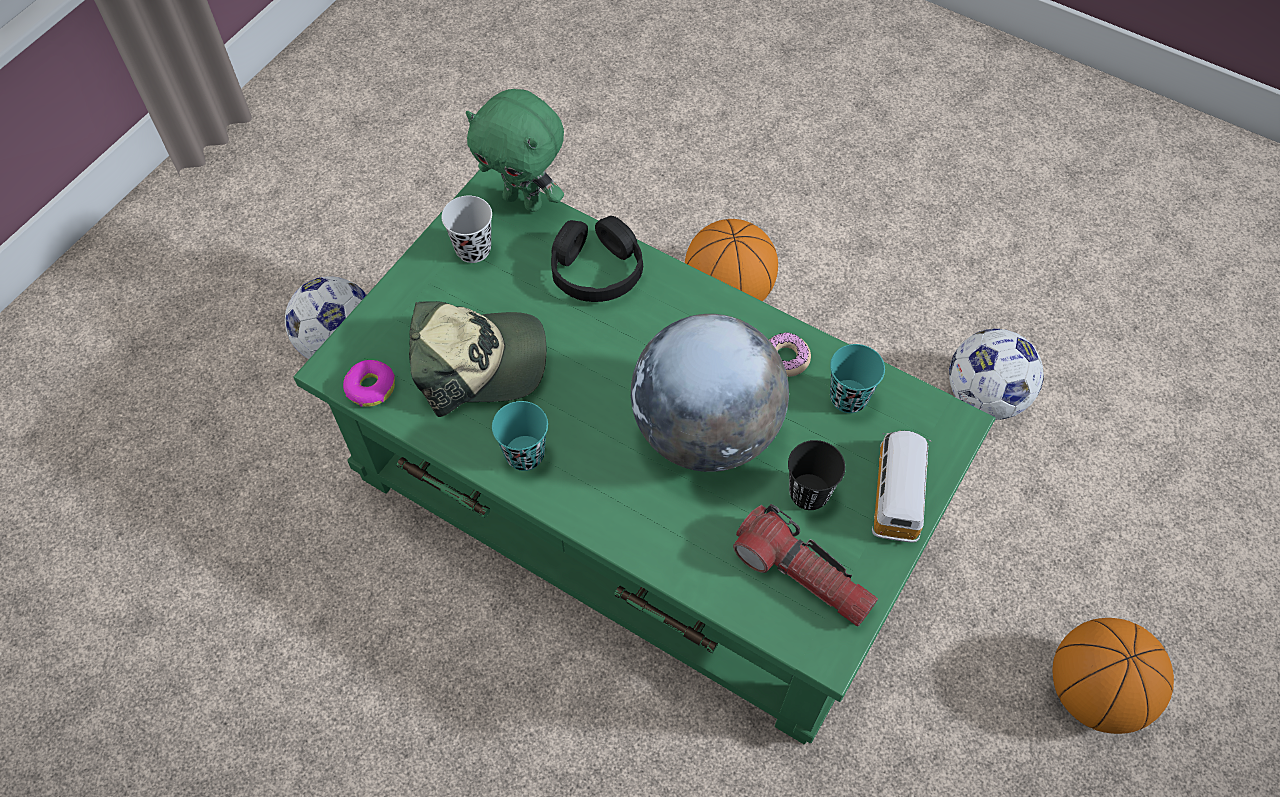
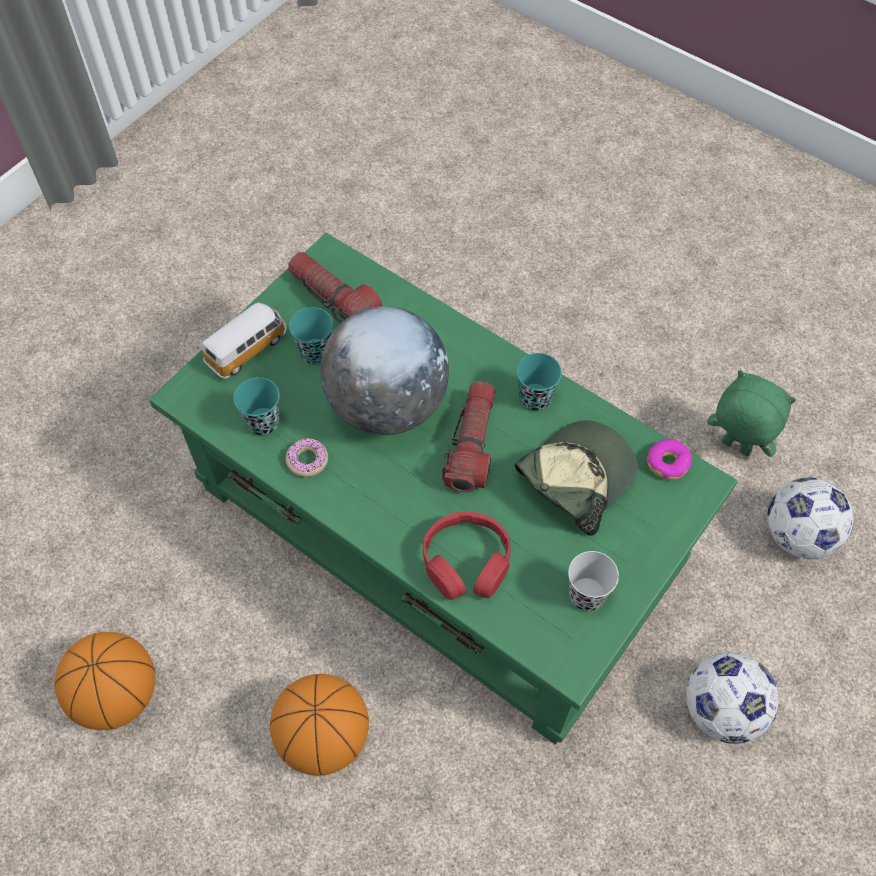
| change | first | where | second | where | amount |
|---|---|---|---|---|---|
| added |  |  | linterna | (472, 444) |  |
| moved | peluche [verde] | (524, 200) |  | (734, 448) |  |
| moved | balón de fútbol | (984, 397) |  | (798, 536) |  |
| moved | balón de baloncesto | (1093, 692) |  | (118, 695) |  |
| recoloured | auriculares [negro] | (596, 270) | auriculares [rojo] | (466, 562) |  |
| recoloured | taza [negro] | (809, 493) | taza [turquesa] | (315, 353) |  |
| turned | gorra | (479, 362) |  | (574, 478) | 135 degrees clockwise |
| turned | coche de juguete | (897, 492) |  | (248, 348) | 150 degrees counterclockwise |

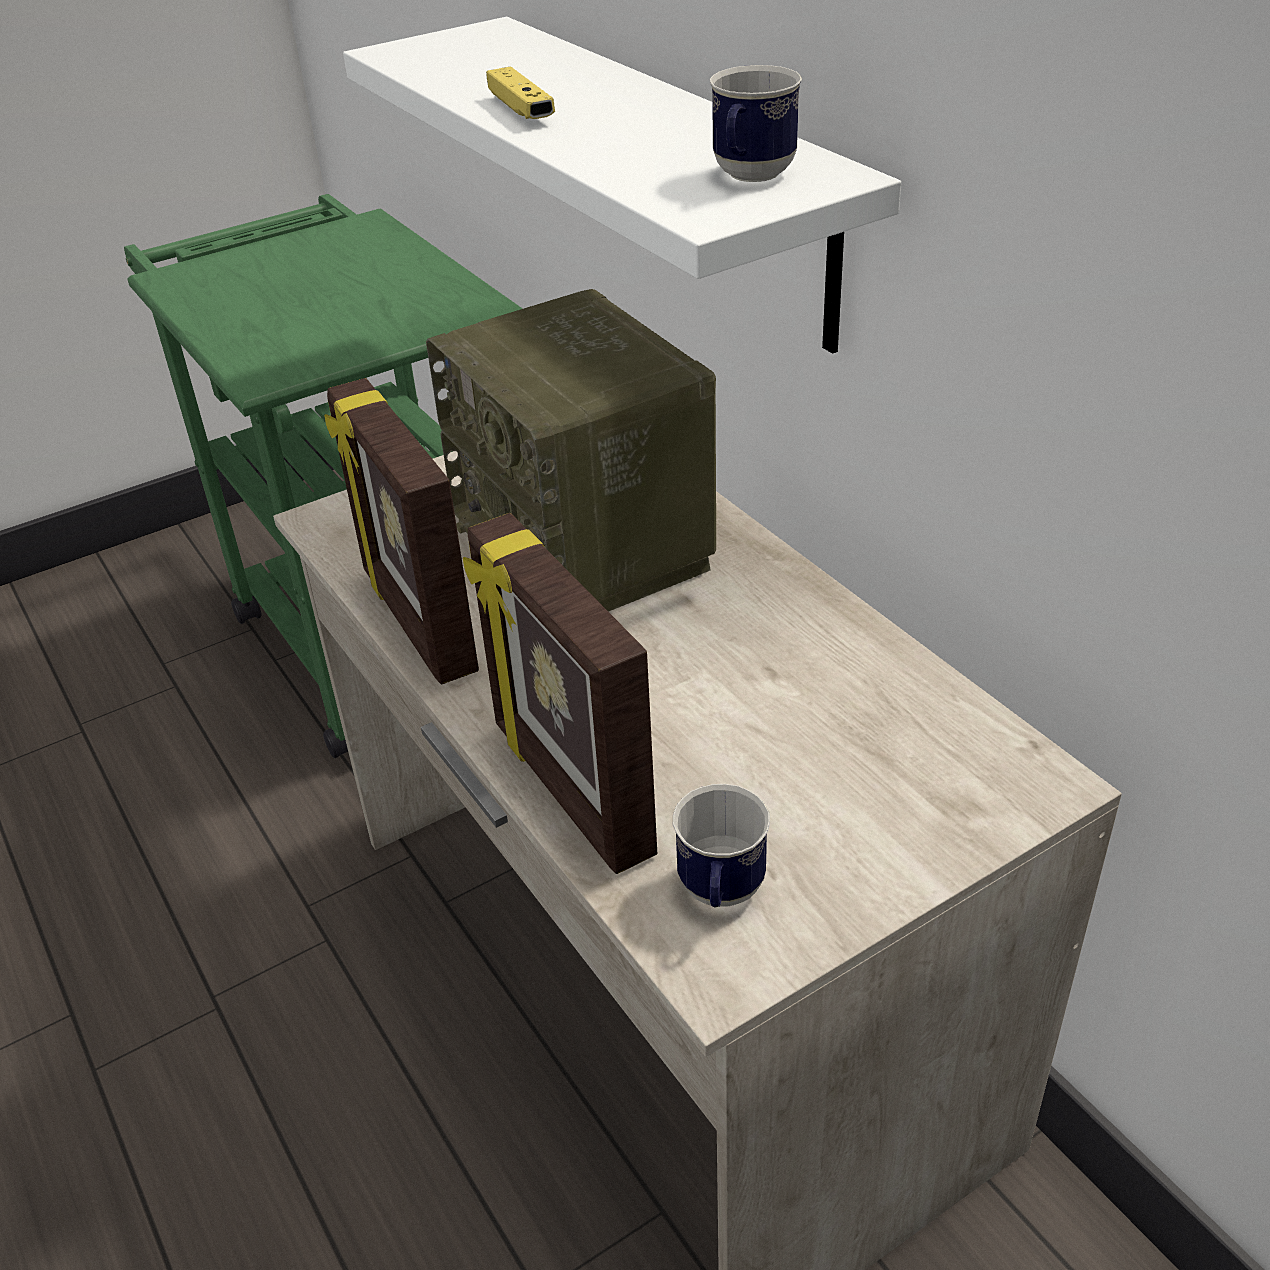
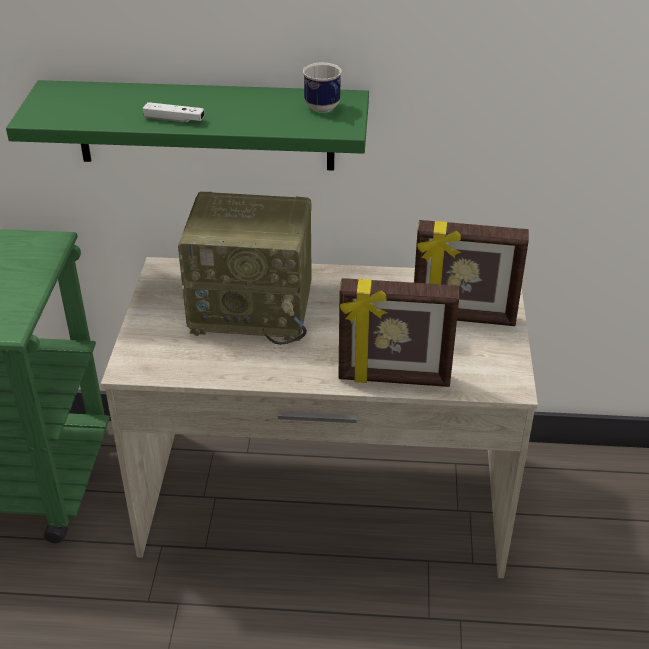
| change | first | where | second | where | amount |
|---|---|---|---|---|---|
| removed | taza grande | (720, 895) |  |  |  |
| moved | portarretratos | (416, 622) |  | (463, 318) |  |
| recoloured | estante [blanco] | (673, 175) | estante [verde] | (205, 125) |  |
| recoloured | mando de consola [amarillo] | (521, 109) | mando de consola [blanco] | (174, 119) |  |

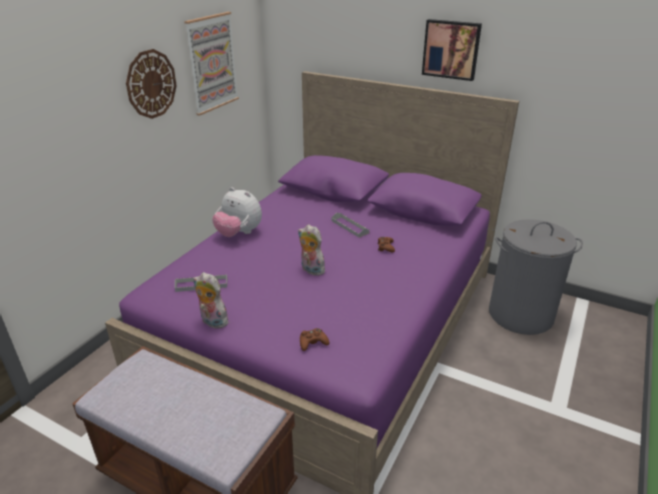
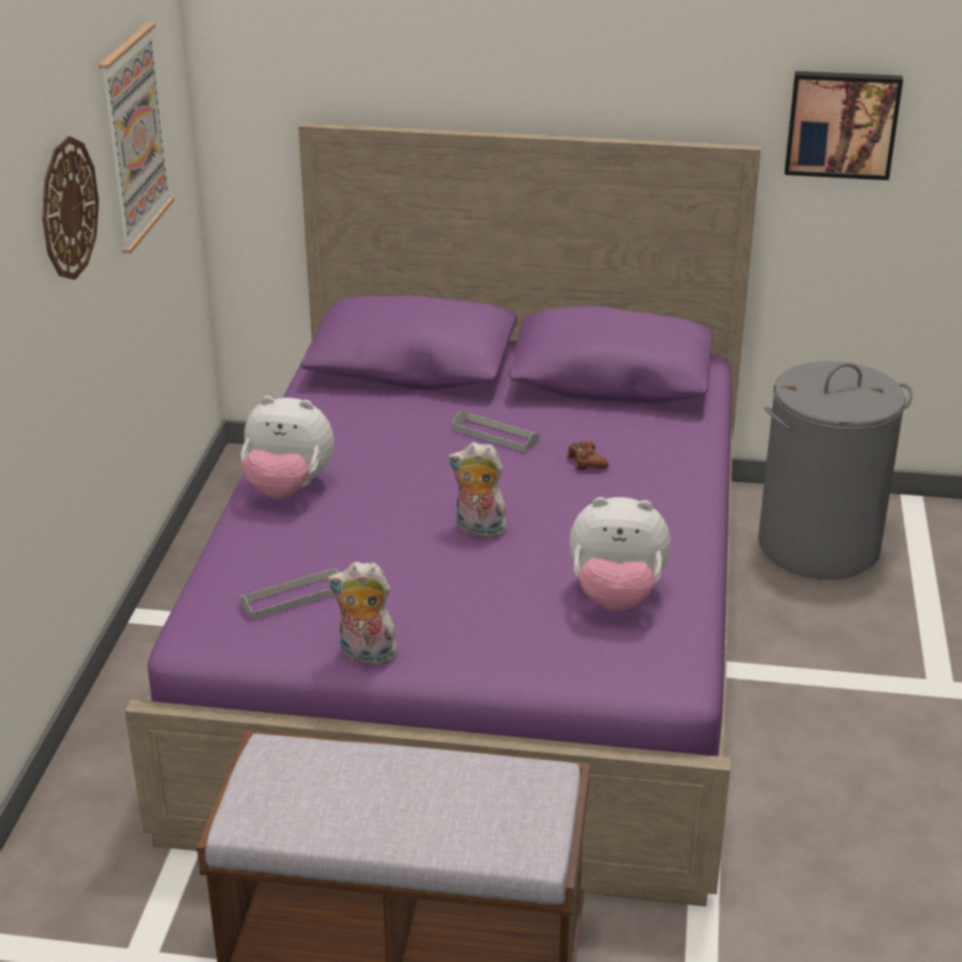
| change | first | where | second | where | amount |
|---|---|---|---|---|---|
| removed | mando de consola [marrón] | (313, 342) |  |  |  |
| added |  |  | peluche | (616, 597) |  |
| moved | cuadro | (451, 49) |  | (842, 124) |  |

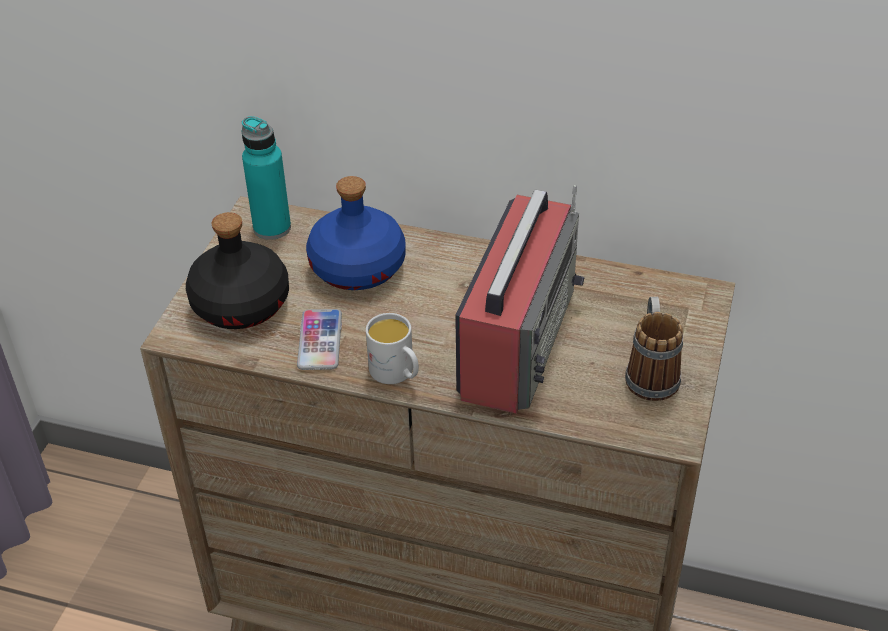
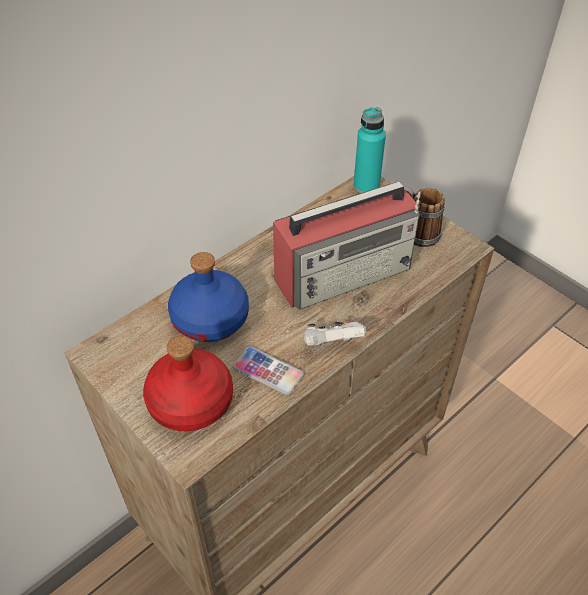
| change | first | where | second | where | amount |
|---|---|---|---|---|---|
| moved | botella [turquesa] | (272, 228) |  | (366, 186) |  |
| replaced | taza grande [blanco] | (397, 373) | mando de consola [blanco] | (331, 344) |  |
| recoloured | botella [negro] | (242, 304) | botella [rojo] | (192, 401) |  |
| turned | radio | (518, 340) |  | (345, 273) | 105 degrees clockwise |

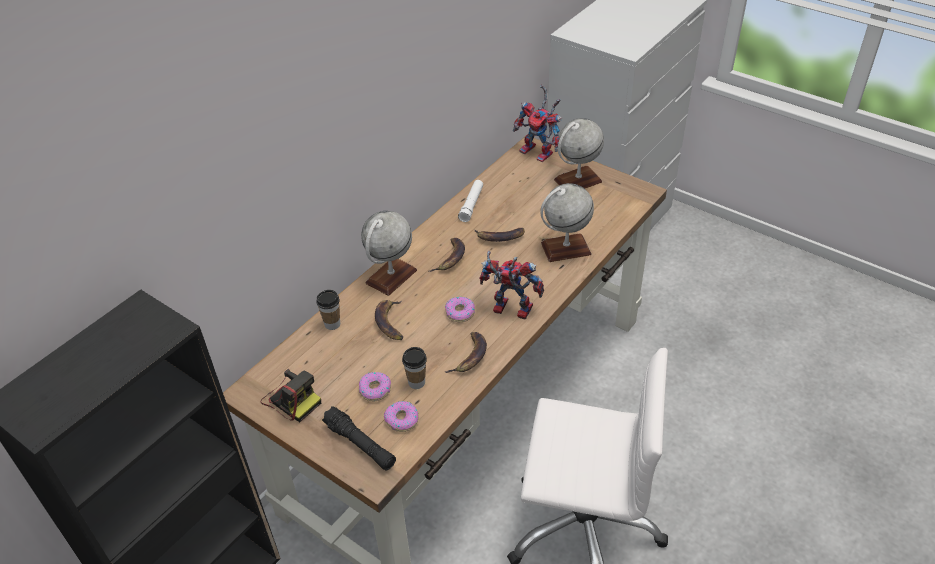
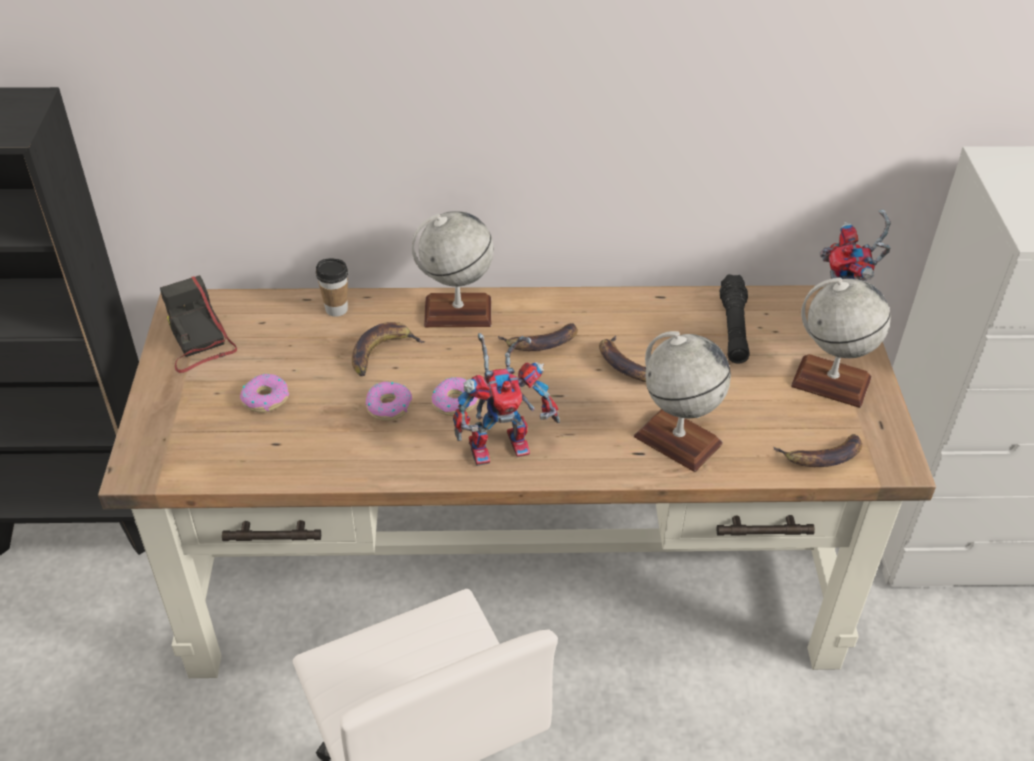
| change | first | where | second | where | amount |
|---|---|---|---|---|---|
| removed | taza | (416, 382) |  |  |  |
| removed | linterna [blanco] | (471, 204) |  |  |  |
| moved | linterna [negro] | (360, 444) |  | (733, 328) |  |
| moved | rosquilla | (402, 420) |  | (388, 406) |  |
| moved | plátano | (470, 357) |  | (822, 457) |  |
| turned | cámara | (291, 399) |  | (199, 342) | 150 degrees clockwise |
| turned | robot de juguete | (508, 310) |  | (503, 443) | 90 degrees clockwise |

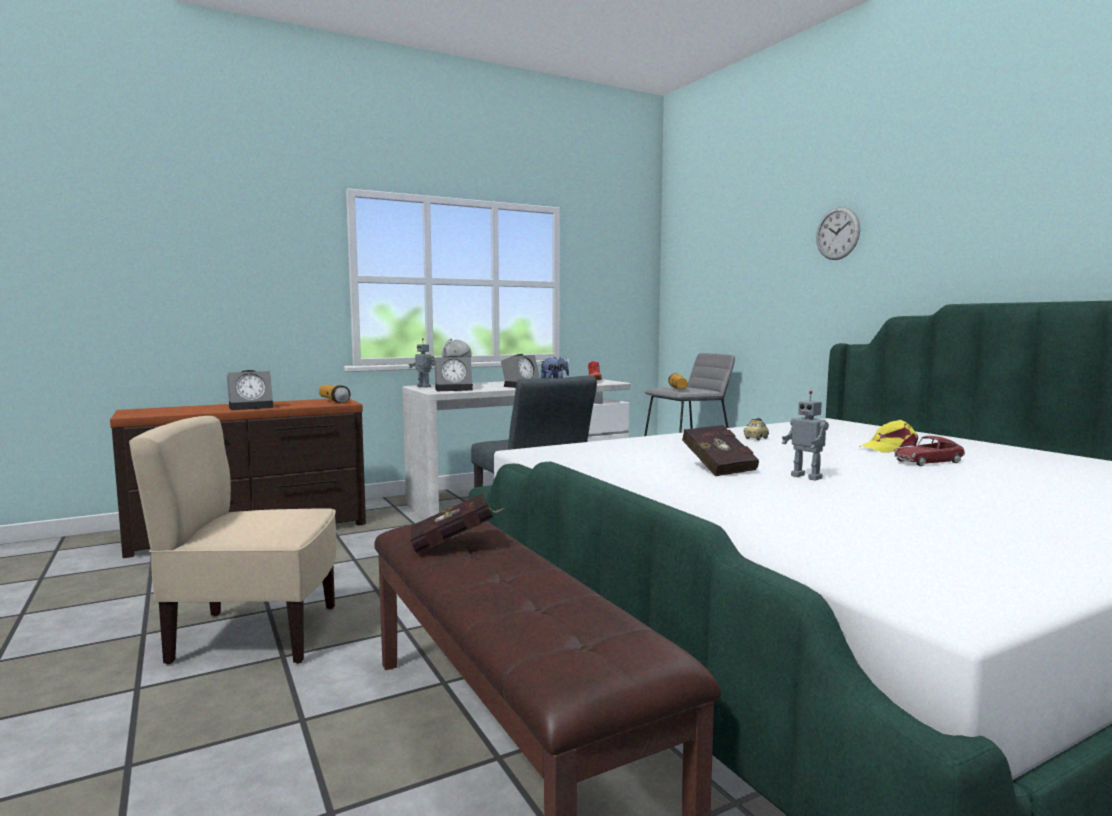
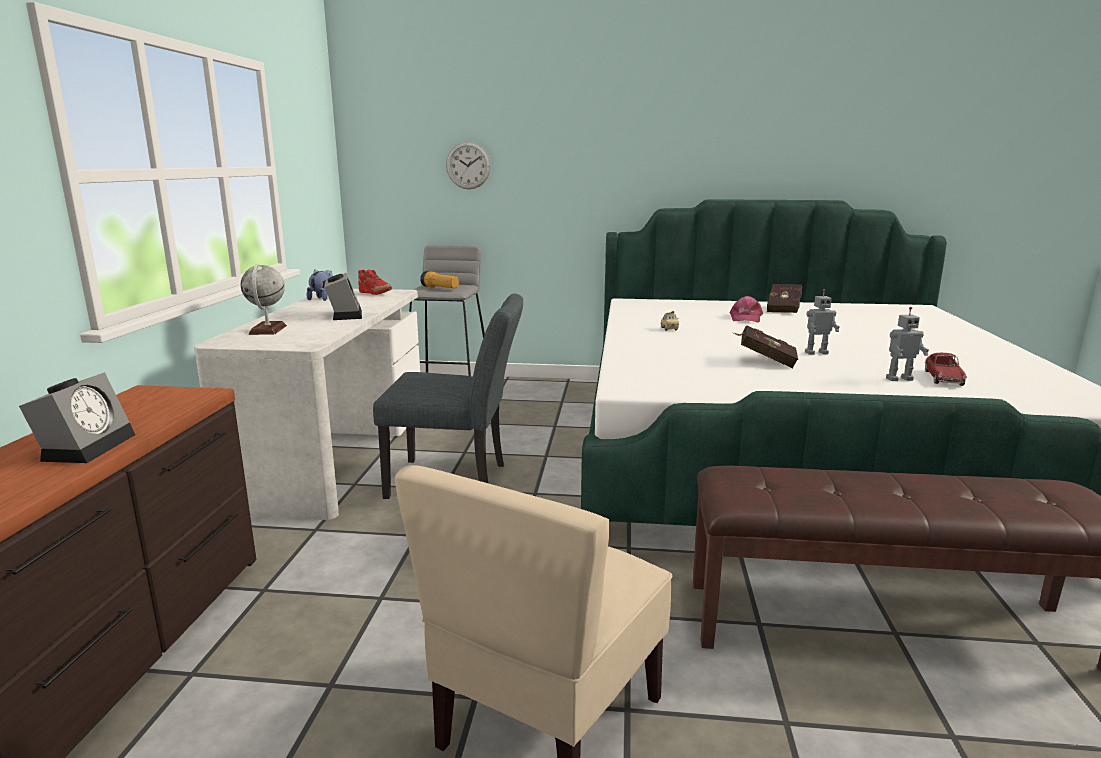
| change | first | where | second | where | amount |
|---|---|---|---|---|---|
| removed | linterna | (333, 401) |  |  |  |
| removed | despertador | (454, 389) |  |  |  |
| moved | robot de juguete | (424, 386) |  | (898, 379) |  |
| moved | libro [rojo] | (456, 545) |  | (784, 309) |  |
| moved | reloj de pared | (837, 233) |  | (468, 165) |  |
| moved | coche de juguete | (928, 462) |  | (943, 378) |  |
| recoloured | gorra [amarillo] | (889, 448) | gorra [rosa] | (745, 318) |  |

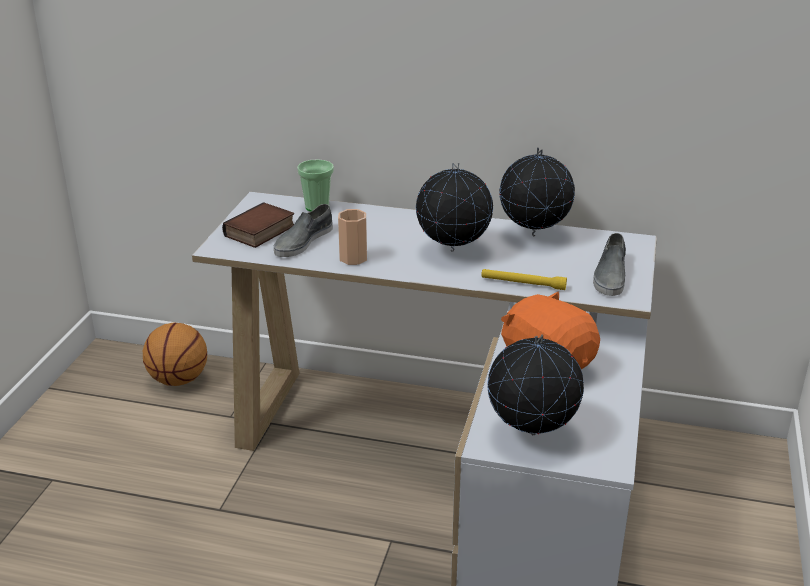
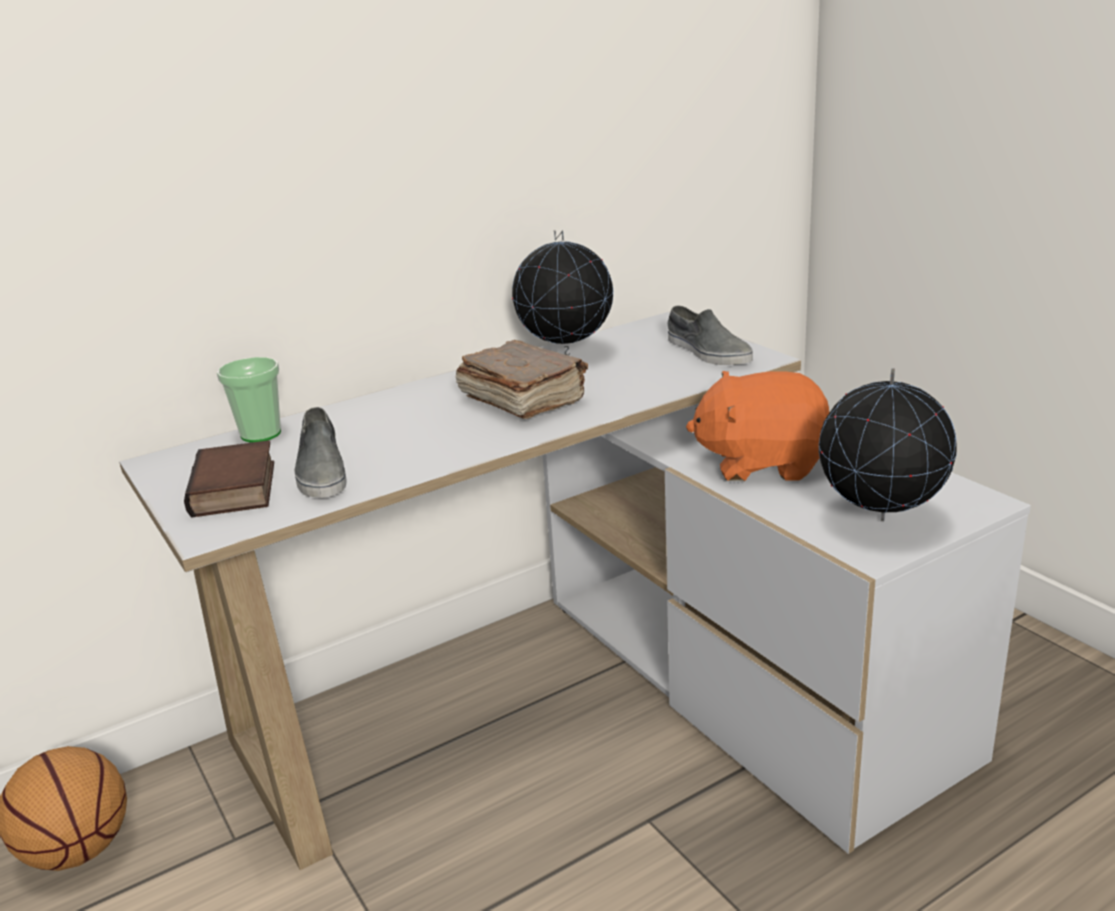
| change | first | where | second | where | amount |
|---|---|---|---|---|---|
| removed | taza | (353, 258) |  |  |  |
| removed | linterna [amarillo] | (523, 284) |  |  |  |
| replaced | globo terráqueo | (453, 251) | libro [marrón] | (522, 400) |  |

